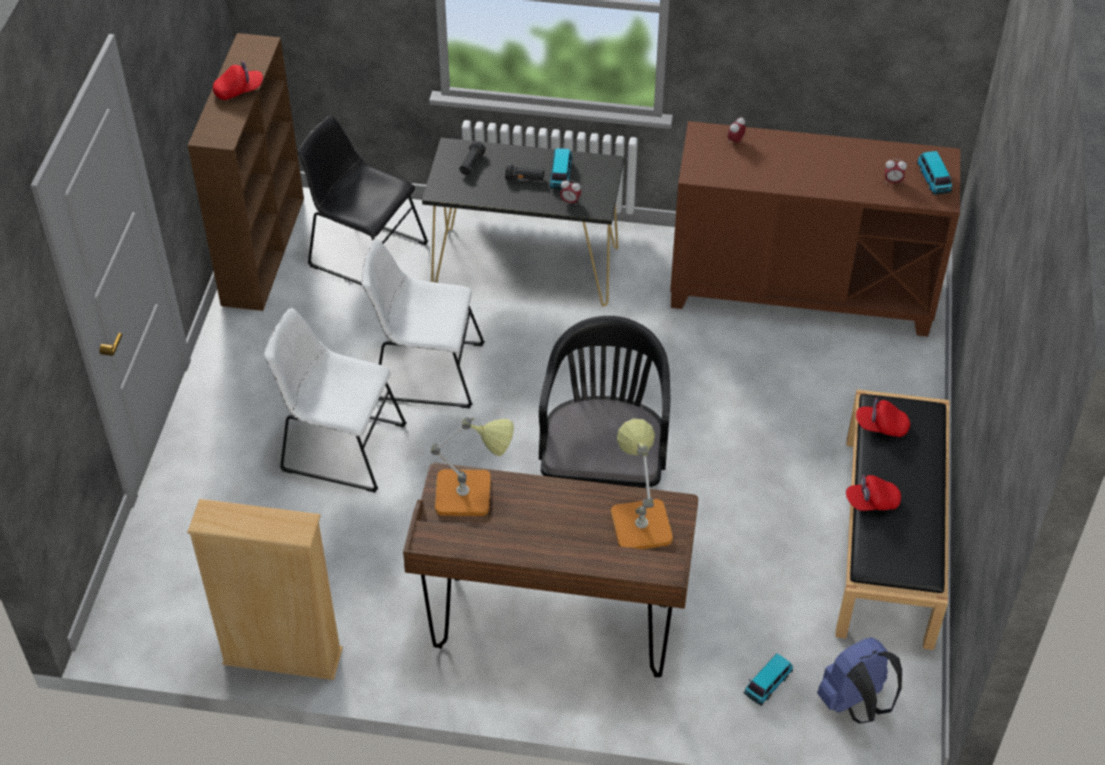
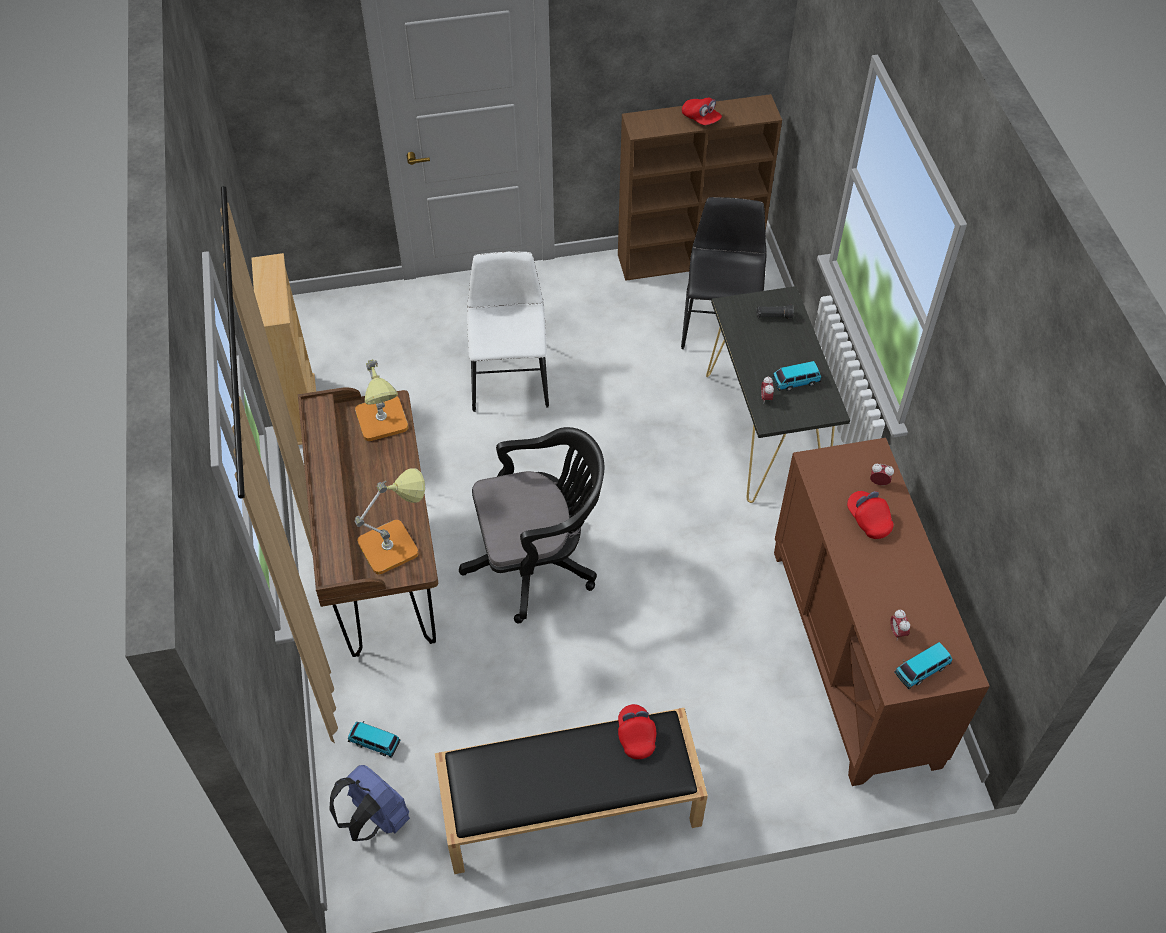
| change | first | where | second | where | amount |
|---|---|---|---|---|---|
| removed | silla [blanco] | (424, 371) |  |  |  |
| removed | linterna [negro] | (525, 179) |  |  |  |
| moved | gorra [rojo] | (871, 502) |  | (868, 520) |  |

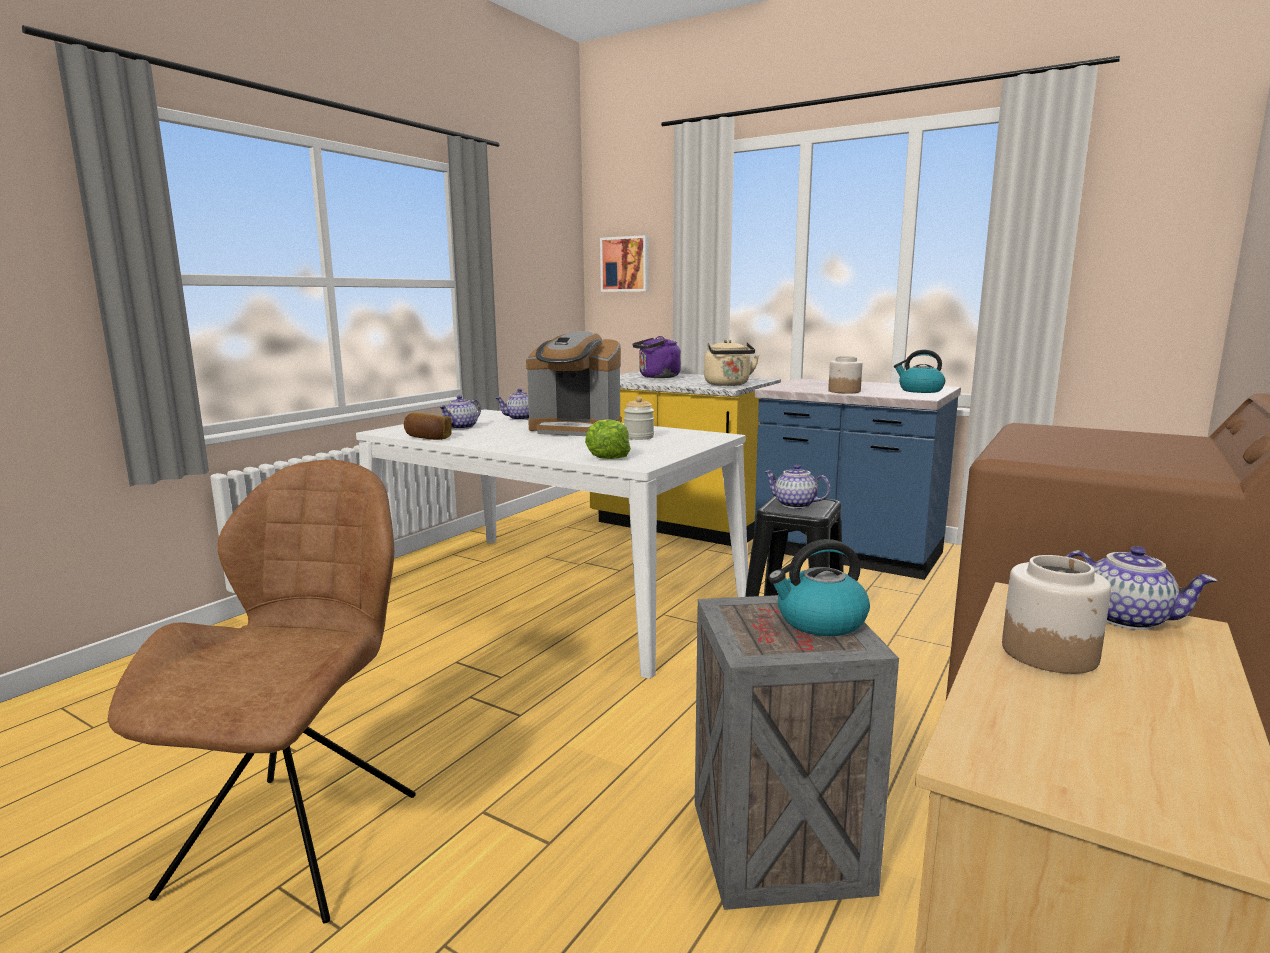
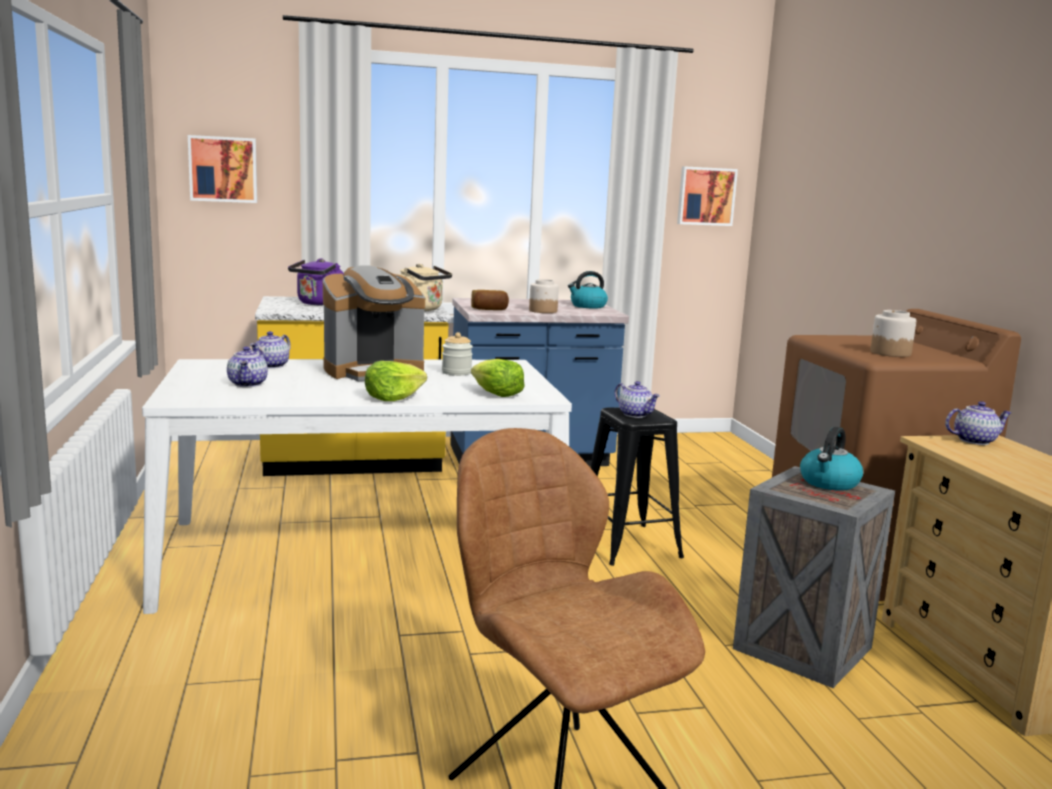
| change | first | where | second | where | amount |
|---|---|---|---|---|---|
| added |  |  | lechuga | (393, 398) |  |
| added |  |  | cuadro | (705, 196) |  |
| moved | pan | (428, 438) |  | (489, 309) |  |
| moved | tarro | (1049, 653) |  | (890, 353) |  |
| turned | tetera | (794, 505) |  | (636, 414) | 120 degrees counterclockwise |

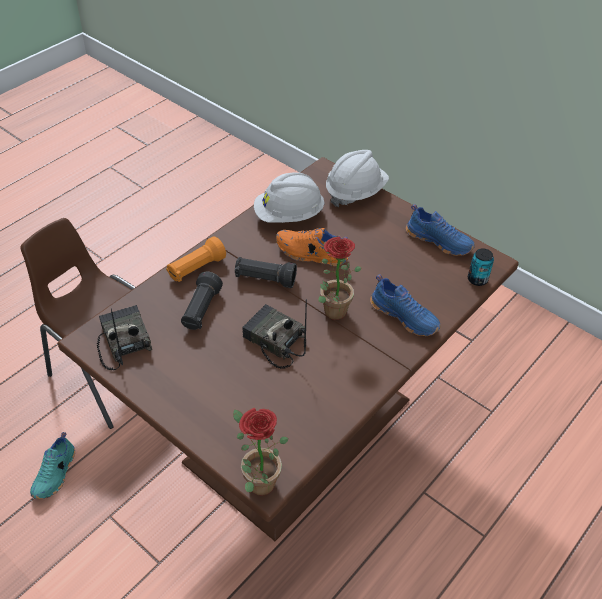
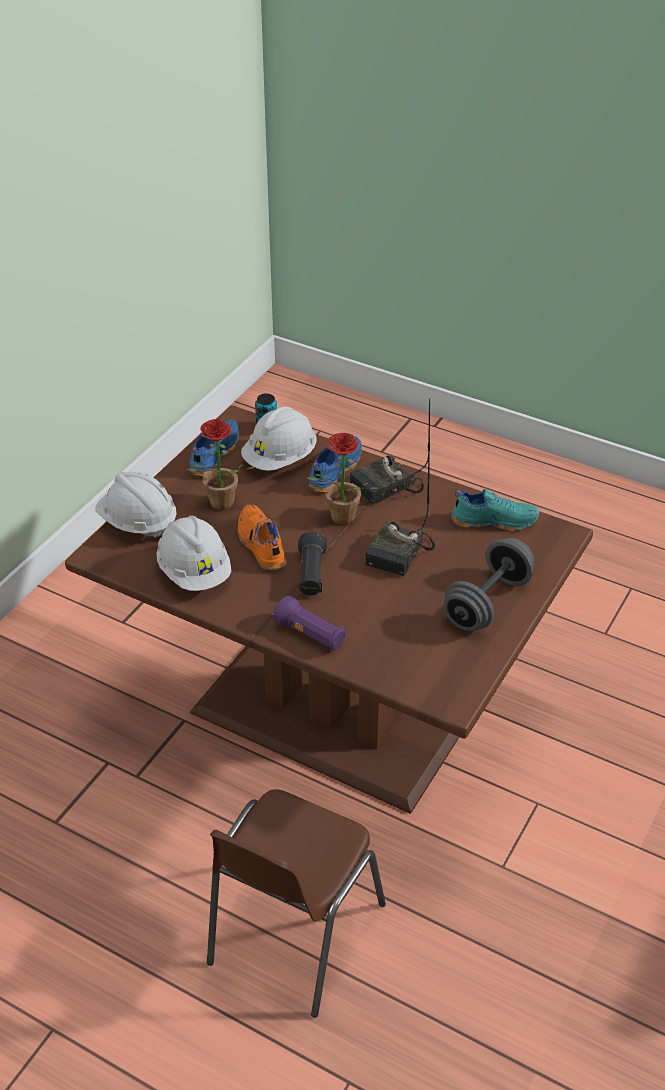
| change | first | where | second | where | amount |
|---|---|---|---|---|---|
| removed | linterna [negro] | (201, 310) |  |  |  |
| added |  |  | casco [blanco] | (280, 459) |  |
| added |  |  | mancuerna [gris] | (487, 602) |  |
| moved | zapato [turquesa] | (56, 474) |  | (494, 520) |  |
| moved | radio | (122, 342) |  | (386, 488) |  |
| moved | planta en maceta | (256, 480) |  | (219, 506) |  |
| recoloured | linterna [naranja] | (196, 268) | linterna [morado] | (310, 635) |  |
| turned | zapato [naranja] | (311, 254) |  | (260, 545) | 150 degrees clockwise |

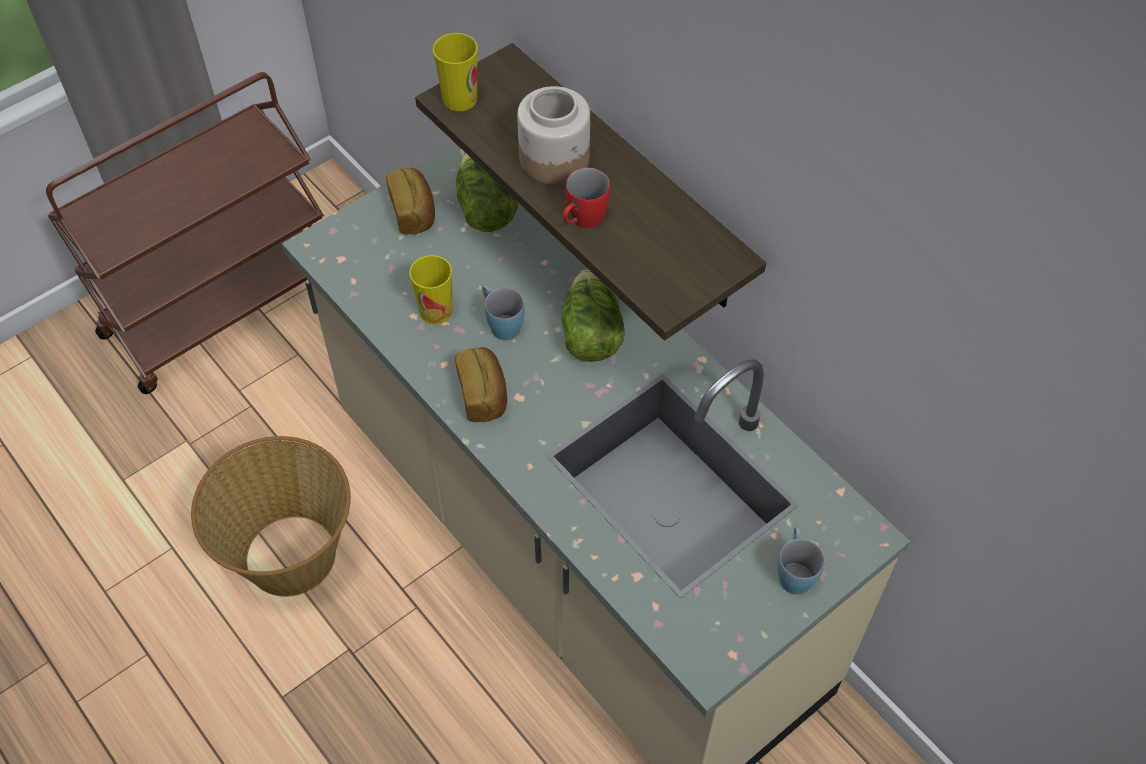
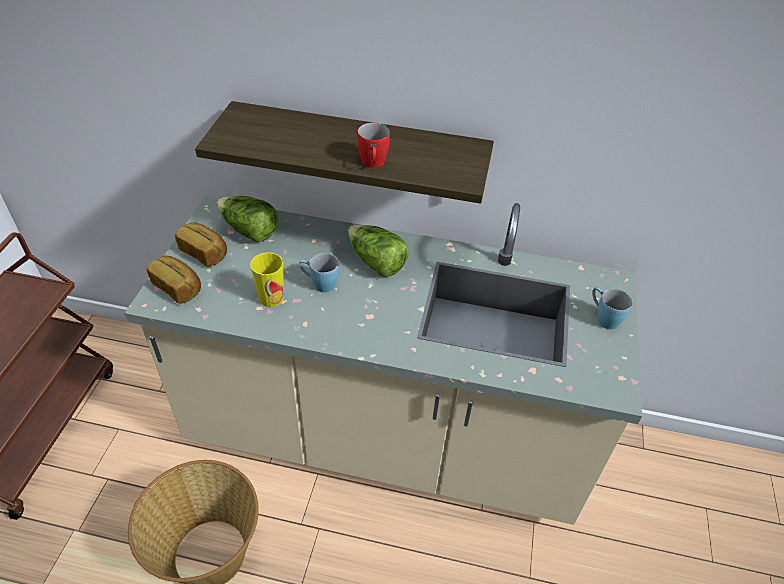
| change | first | where | second | where | amount |
|---|---|---|---|---|---|
| removed | taza | (460, 99) |  |  |  |
| removed | tarro | (555, 159) |  |  |  |
| moved | pan | (483, 394) |  | (178, 287) |  |

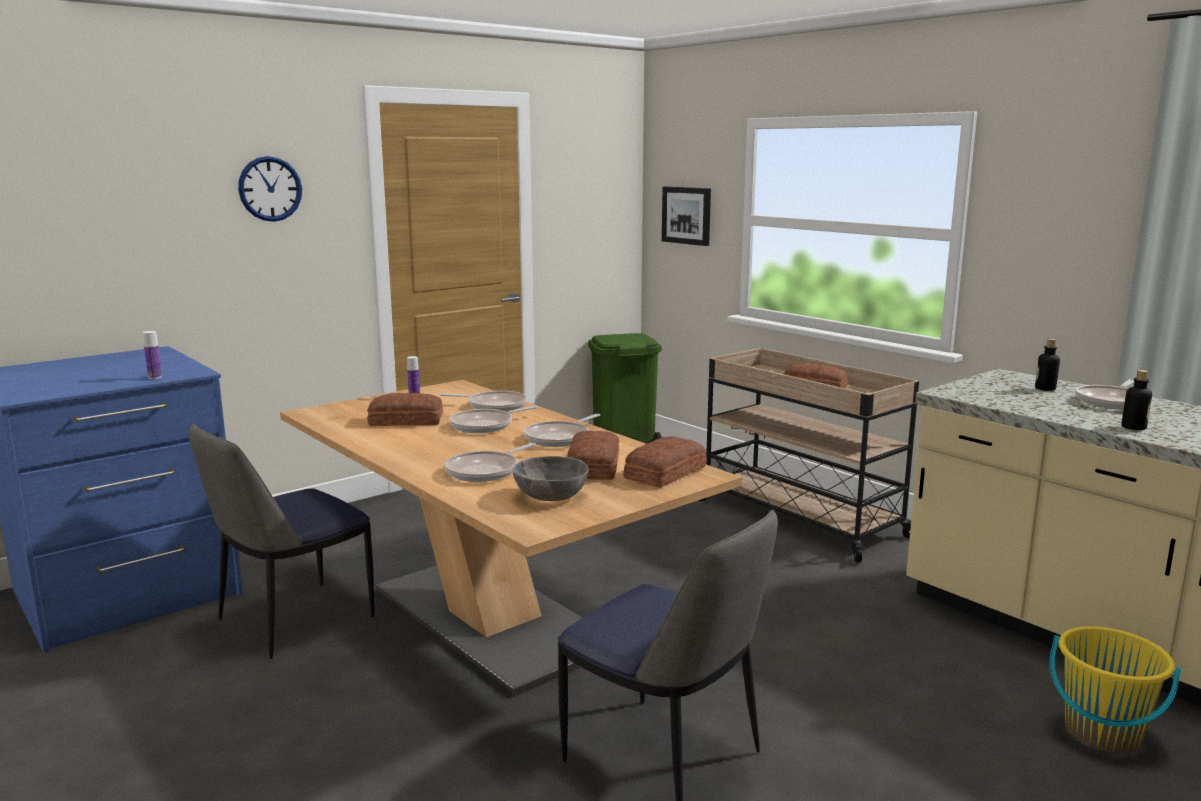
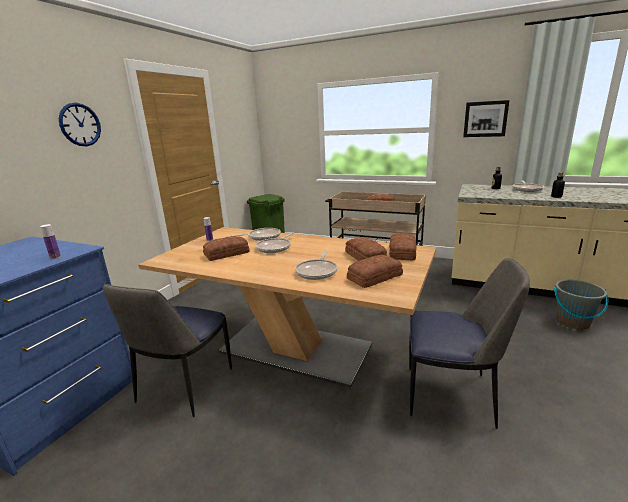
| change | first | where | second | where | amount |
|---|---|---|---|---|---|
| removed | sartén | (559, 438) |  |  |  |
| moved | cuadro | (687, 215) |  | (485, 119) |  |
| replaced | cuenco [gris] | (550, 496) | pan | (373, 277) |  |
| recoloured | cubo [amarillo] | (1102, 734) | cubo [gris] | (572, 322) |  |

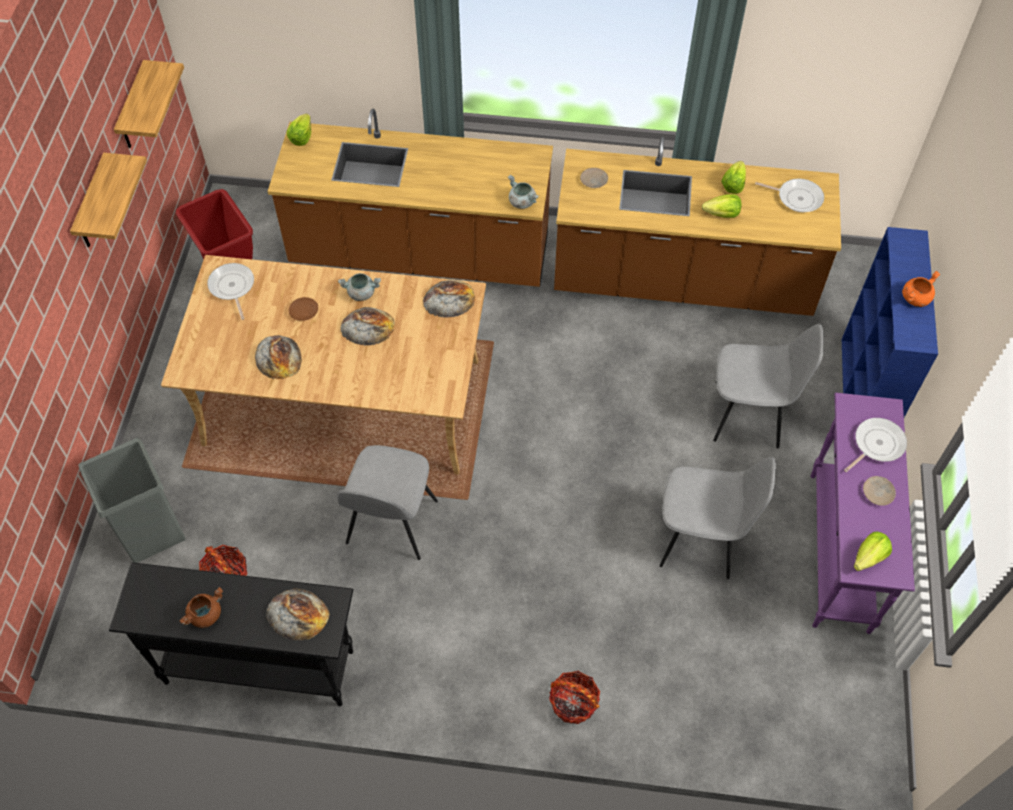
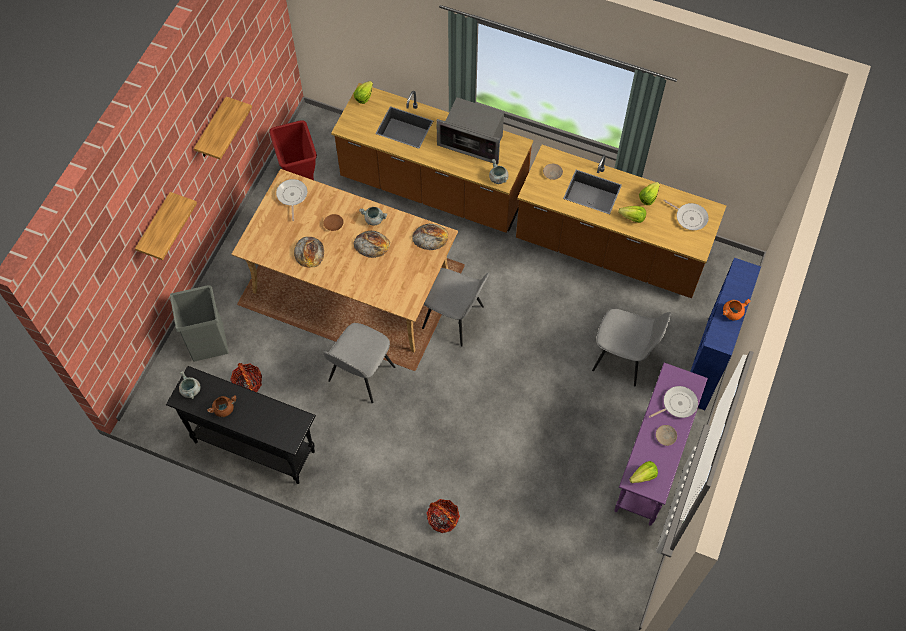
| change | first | where | second | where | amount |
|---|---|---|---|---|---|
| removed | pan | (297, 614) |  |  |  |
| added |  |  | olla [gris] | (191, 390) |  |
| added |  |  | microondas | (473, 142) |  |
| moved | estante | (133, 108) |  | (155, 227) |  |
| moved | silla [gris] | (701, 539) |  | (454, 318) |  |

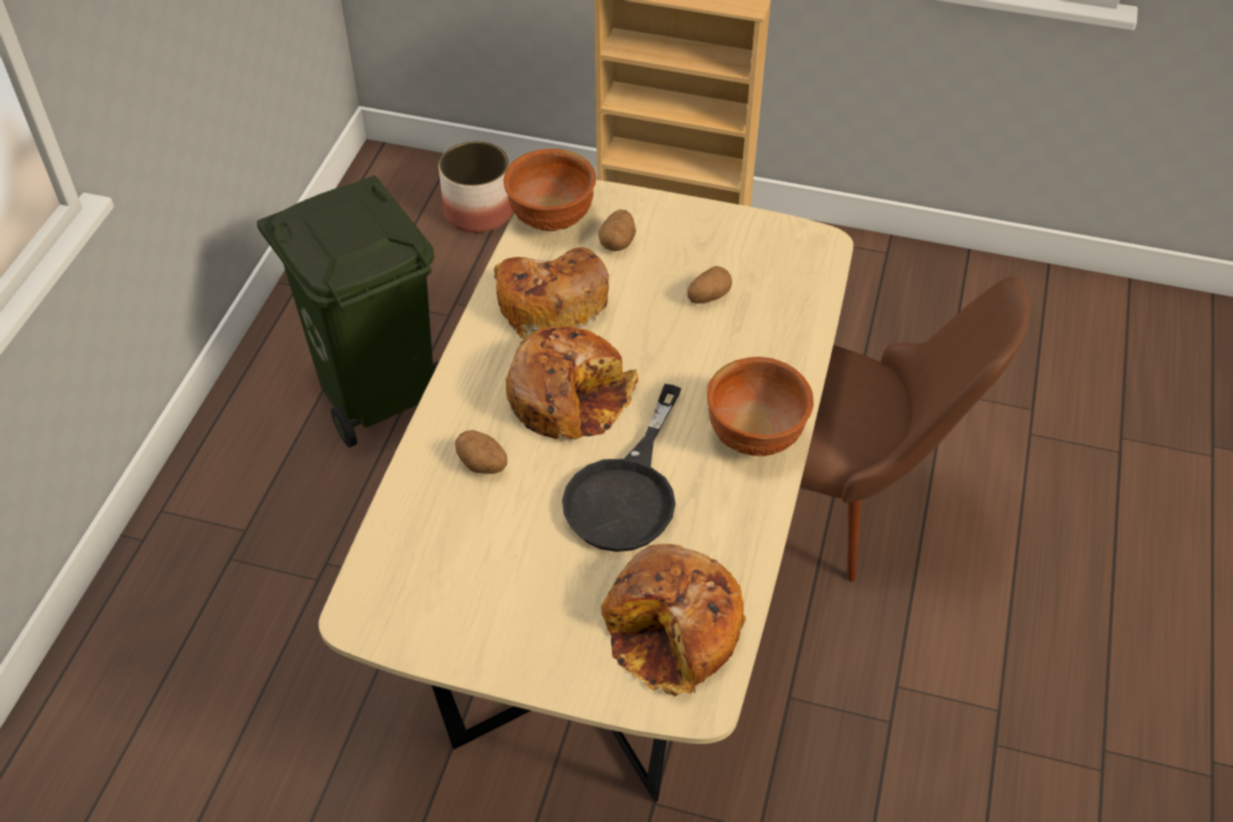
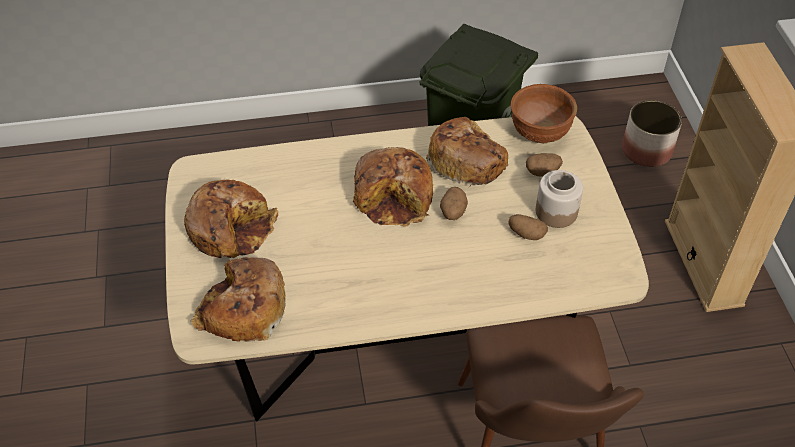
| change | first | where | second | where | amount |
|---|---|---|---|---|---|
| removed | sartén [negro] | (627, 492) |  |  |  |
| removed | cuenco [marrón] | (755, 437) |  |  |  |
| added |  |  | pan | (231, 227) |  |
| added |  |  | tarro | (556, 211) |  |
| moved | patata | (483, 465) |  | (453, 212) |  |

